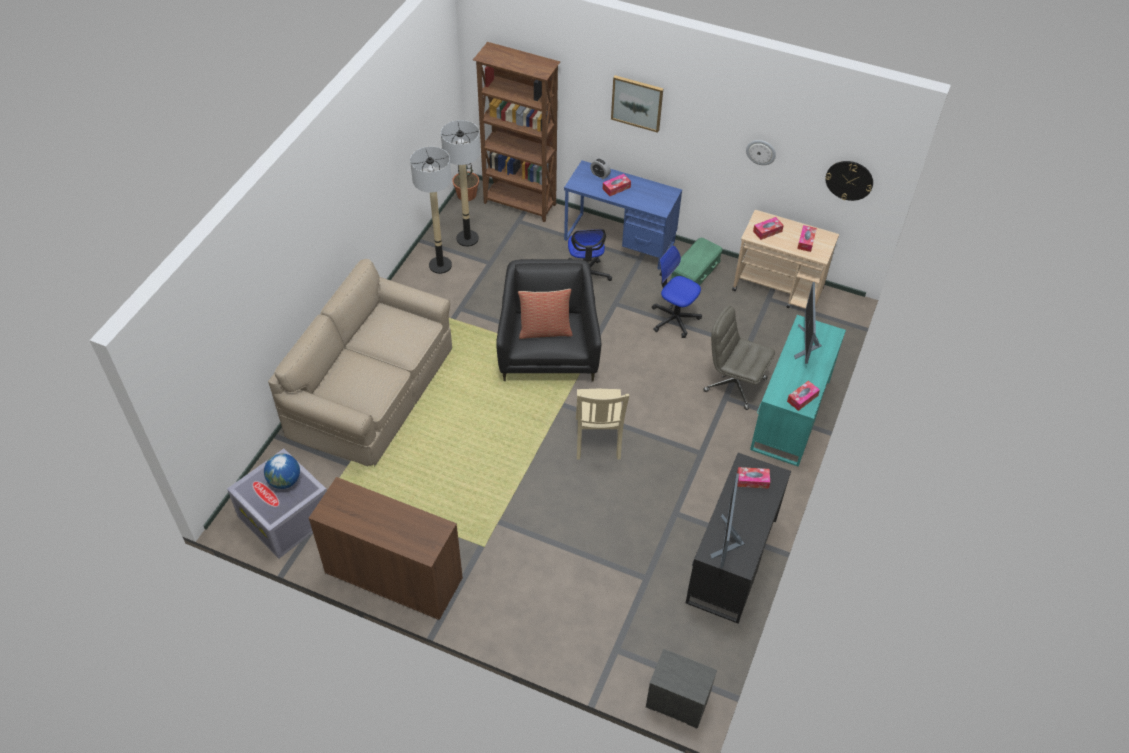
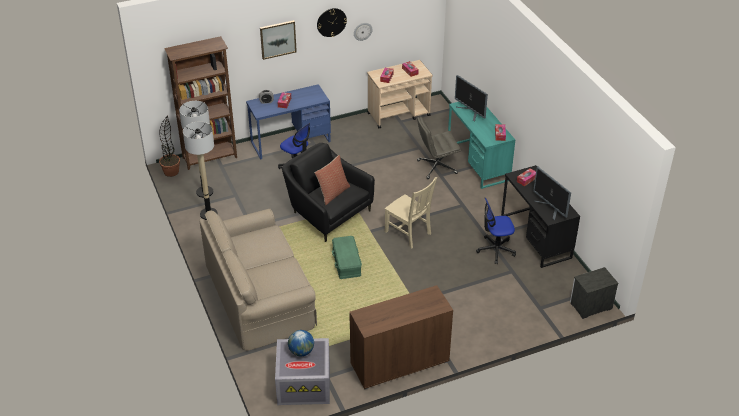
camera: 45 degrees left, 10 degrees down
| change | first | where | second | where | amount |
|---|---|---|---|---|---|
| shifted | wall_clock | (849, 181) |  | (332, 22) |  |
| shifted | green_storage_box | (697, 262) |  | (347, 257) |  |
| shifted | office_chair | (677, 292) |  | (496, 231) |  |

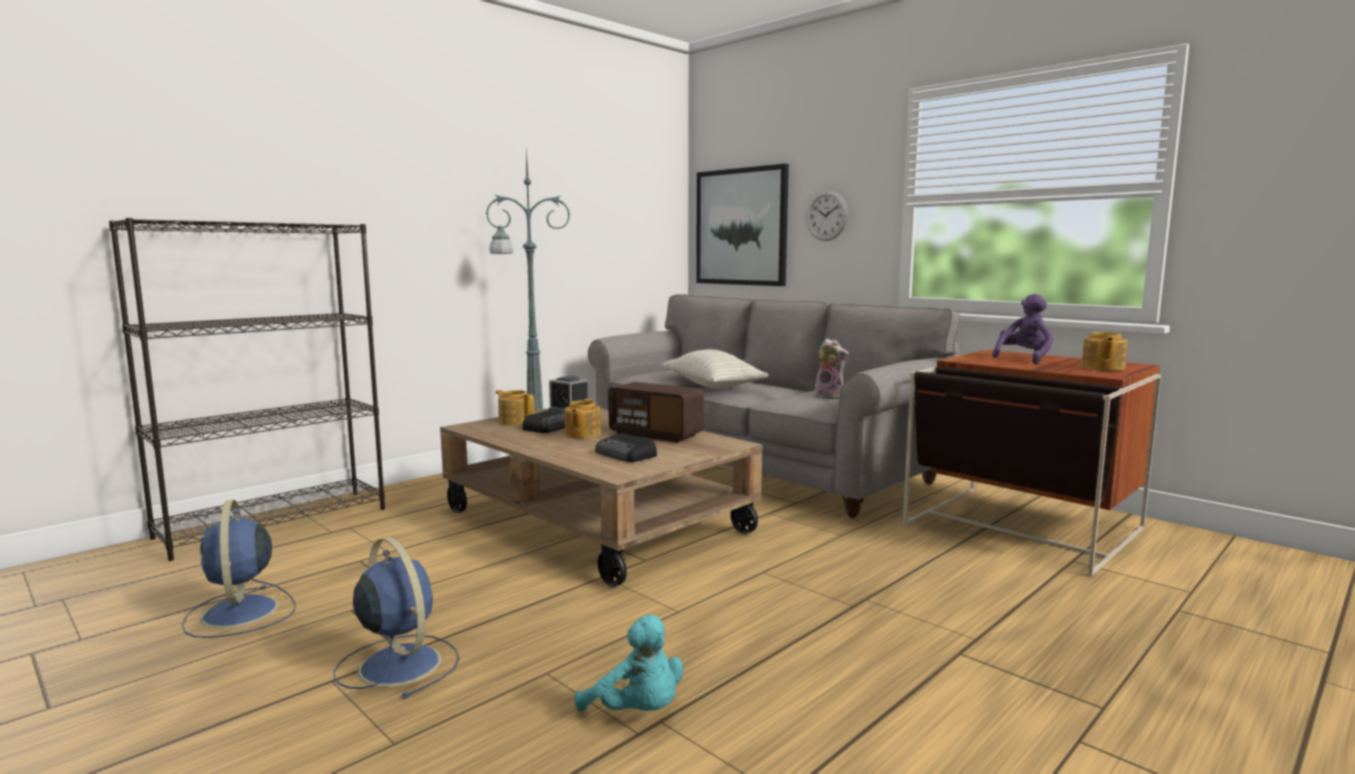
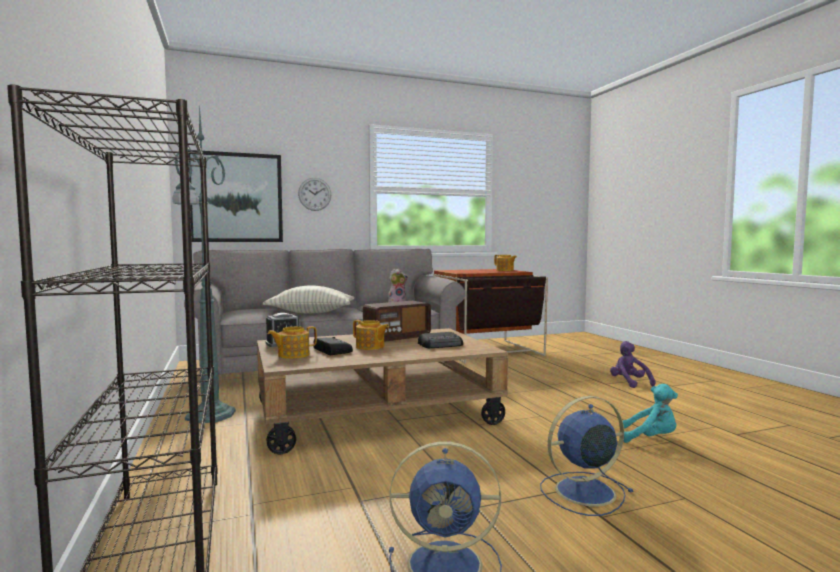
camera: 65 degrees left, 5 degrees down
| change | first | where | second | where | amount |
|---|---|---|---|---|---|
| shifted | purple_plush_toy | (1022, 329) |  | (632, 364) |  |
| rotated | turquoise_plush_toy | (628, 663) |  | (650, 413) | 45 degrees clockwise |

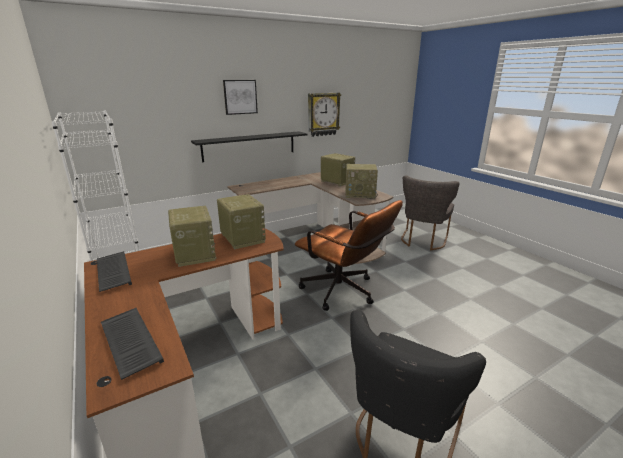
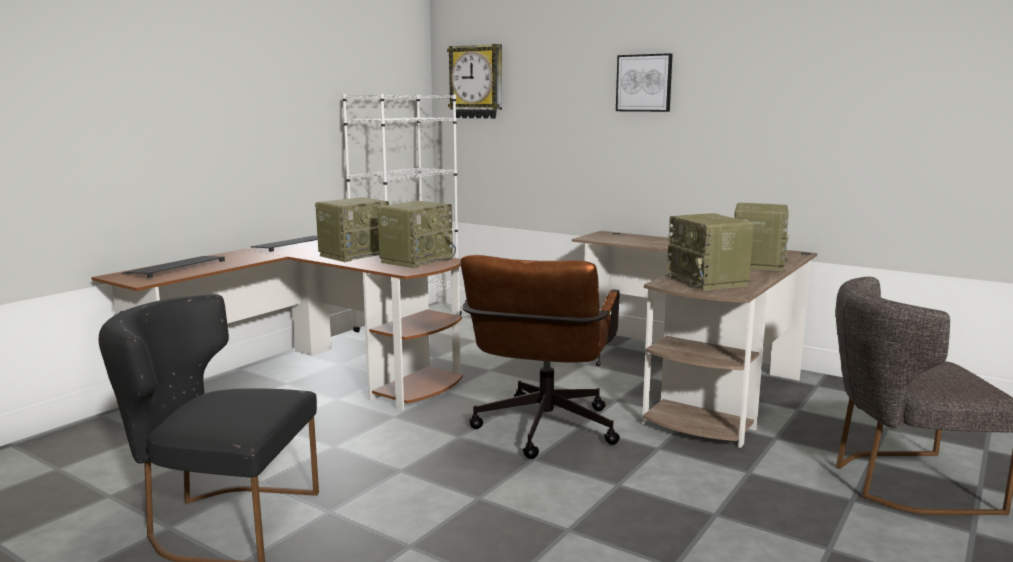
camera: 65 degrees right, 10 degrees down
| change | first | where | second | where | amount |
|---|---|---|---|---|---|
| shifted | wall_clock | (324, 115) |  | (474, 81) |  |
| gone | black_shelf | (249, 146) |  |  |  |

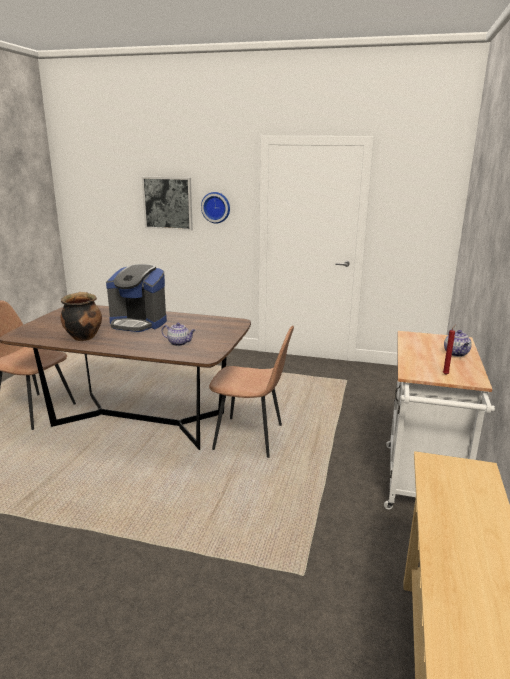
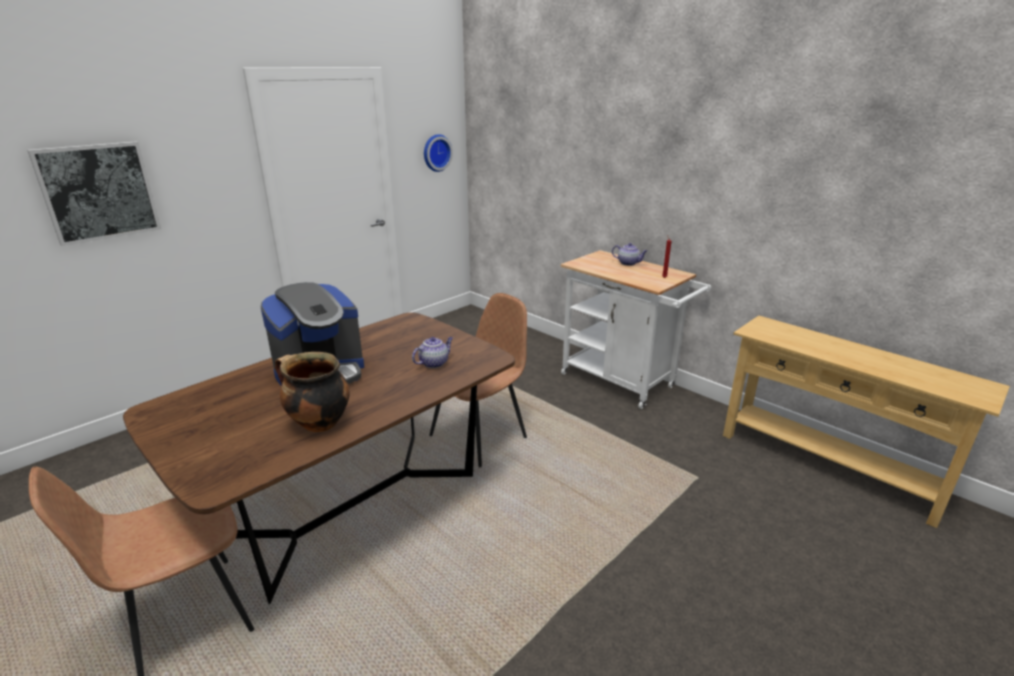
camera: 60 degrees left, 5 degrees up
| change | first | where | second | where | amount |
|---|---|---|---|---|---|
| shifted | wall_clock | (215, 207) |  | (438, 153) |  |

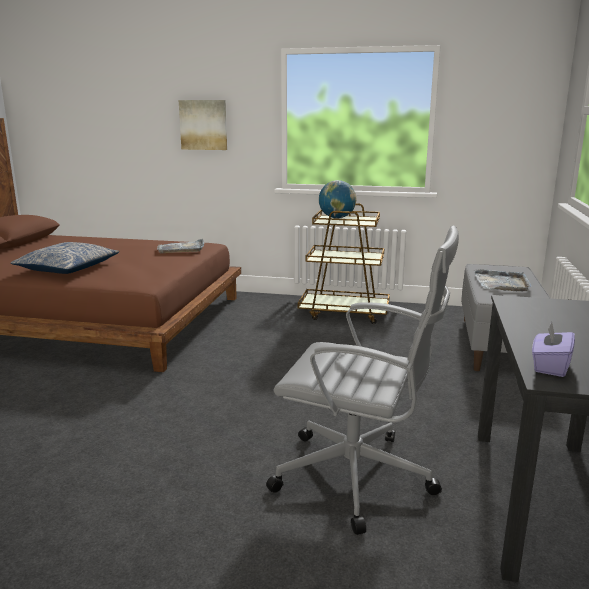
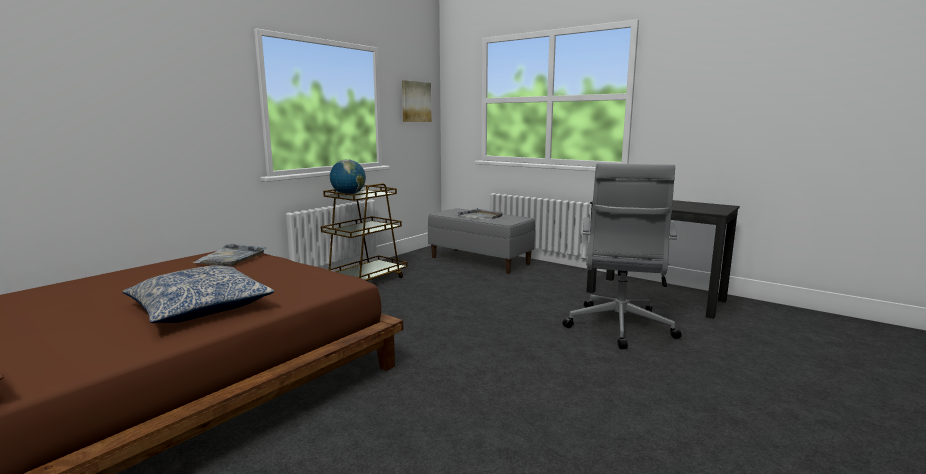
camera: 65 degrees left, 5 degrees down
| change | first | where | second | where | amount |
|---|---|---|---|---|---|
| shifted | picture | (203, 125) |  | (416, 101) |  |
| rotated | grey_office_chair | (362, 380) |  | (622, 256) | 150 degrees clockwise |
| gone | purple_tissue_box | (553, 349) |  |  |  |

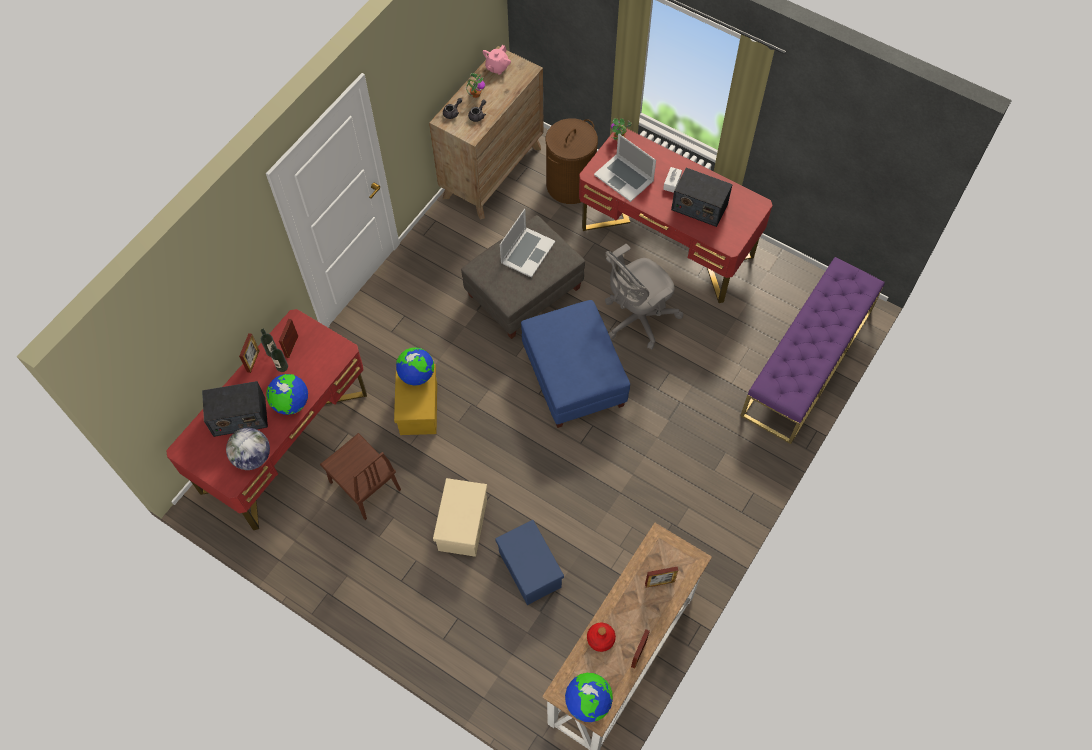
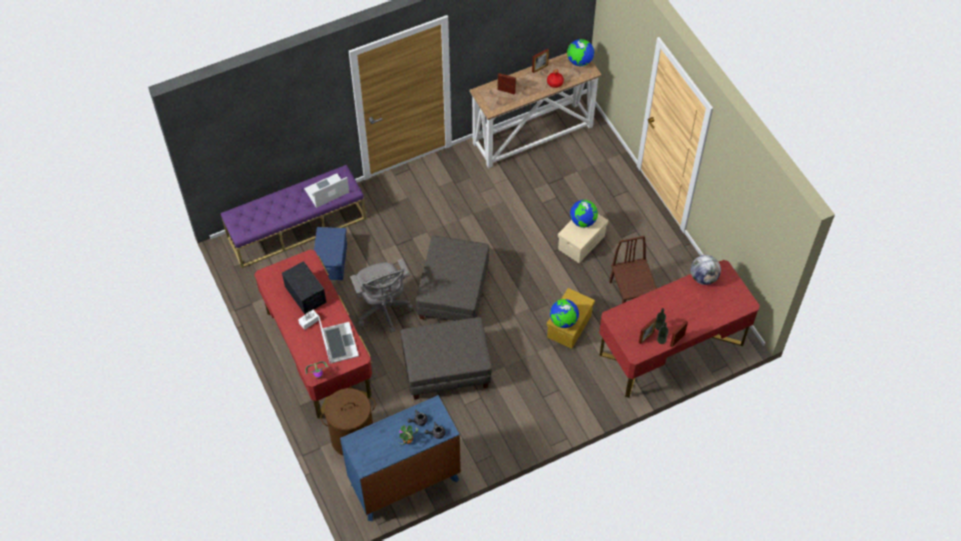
camera: 150 degrees left, 5 degrees down
| change | first | where | second | where | amount |
|---|---|---|---|---|---|
| gone | pink_teapot | (497, 59) |  |  |  |
| repainted | brown_dresser | (486, 133) | blue_dresser | (400, 458) |  |
| shifted | laptop | (527, 243) |  | (326, 191) |  |
| rotated | grey_office_chair | (644, 297) |  | (381, 296) | 75 degrees clockwise |
| repainted | blue_ottoman | (575, 364) | grey_ottoman | (452, 278) |  |
| shifted | globe | (287, 394) |  | (584, 213) |  |
| gone | radio | (235, 409) |  |  |  |
| shifted | blue_storage_box | (529, 562) |  | (330, 253) |  |

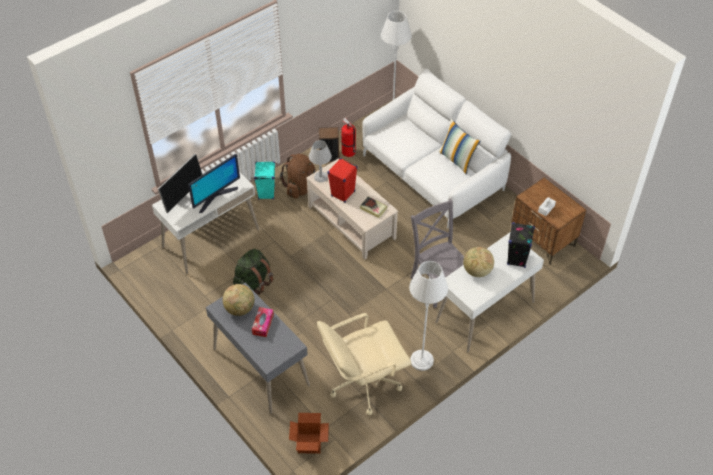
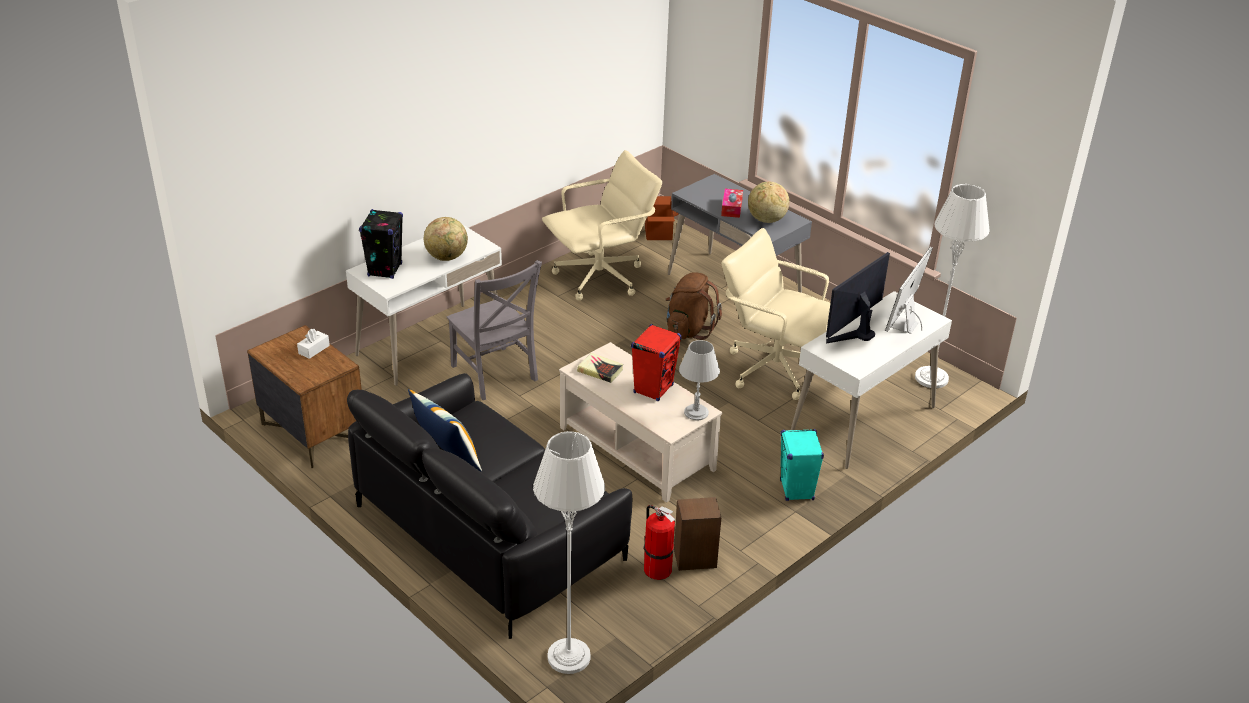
camera: 175 degrees right, 15 degrees down
| change | first | where | second | where | amount |
|---|---|---|---|---|---|
| repainted | white_sofa | (436, 148) | black_sofa | (489, 506) |  |
| shifted | brown_backpack | (297, 176) |  | (693, 306) |  |
| swapped | green_backpack | (253, 272) | beige_office_chair | (776, 314) |  |
| shifted | white_floor_lamp | (428, 316) |  | (952, 286) |  |

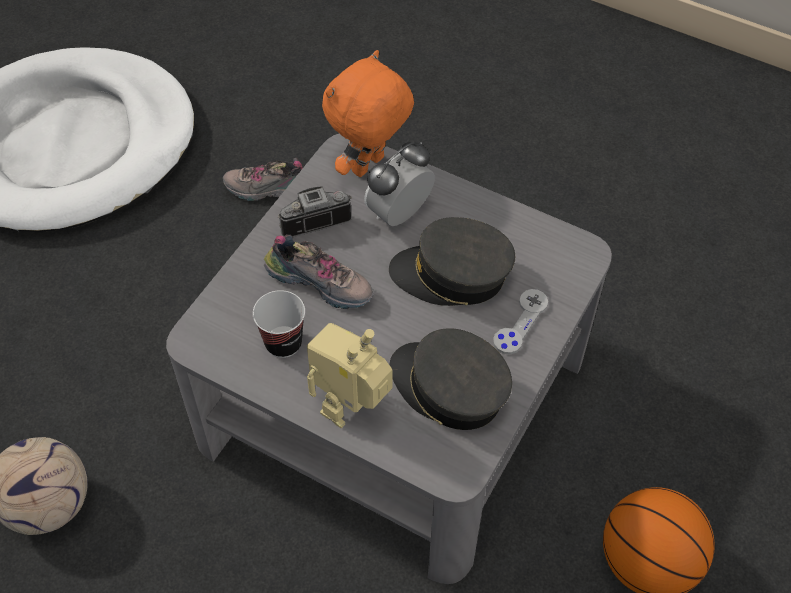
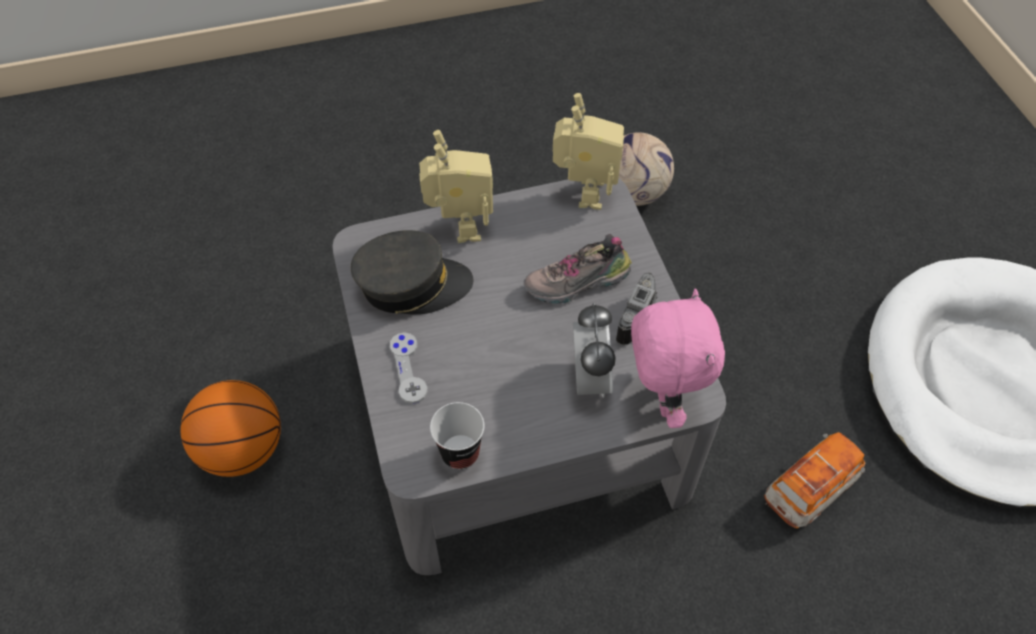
camera: 135 degrees right, 0 degrees up
| change | first | where | second | where | amount |
|---|---|---|---|---|---|
| repainted | orange_plush_toy | (368, 113) | pink_plush_toy | (678, 358) |  |
| swapped | shoe | (263, 179) | toy_car | (814, 480) |  |
| gone | grey_cap | (452, 261) |  |  |  |
| shifted | cup | (279, 324) |  | (457, 435) |  |
| new |  |  | toy_robot | (588, 151) |  |

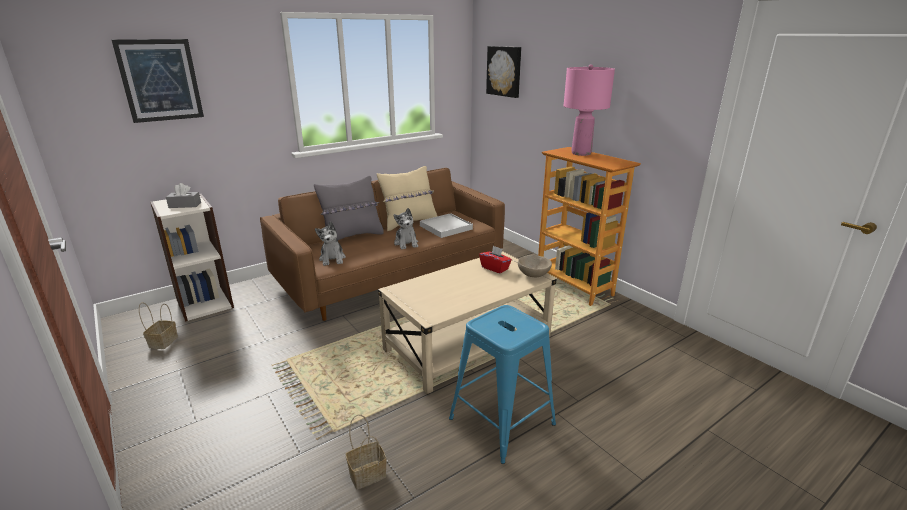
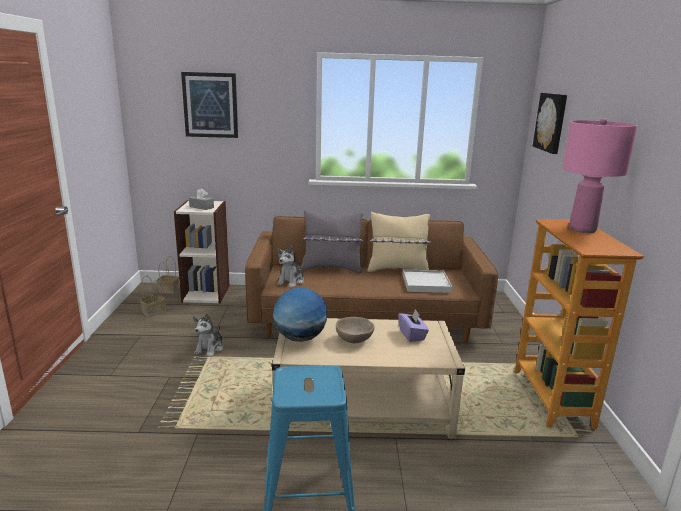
camera: 35 degrees right, 5 degrees down
| change | first | where | second | where | amount |
|---|---|---|---|---|---|
| shifted | plush_toy | (406, 228) |  | (208, 335) |  |
| repainted | red_tissue_box | (495, 260) | purple_tissue_box | (413, 325) |  |
| shifted | beige_bowl | (535, 266) |  | (355, 330) |  |
| shifted | basket | (366, 452) |  | (168, 275) |  |
| new |  |  | globe | (300, 314) |  |

